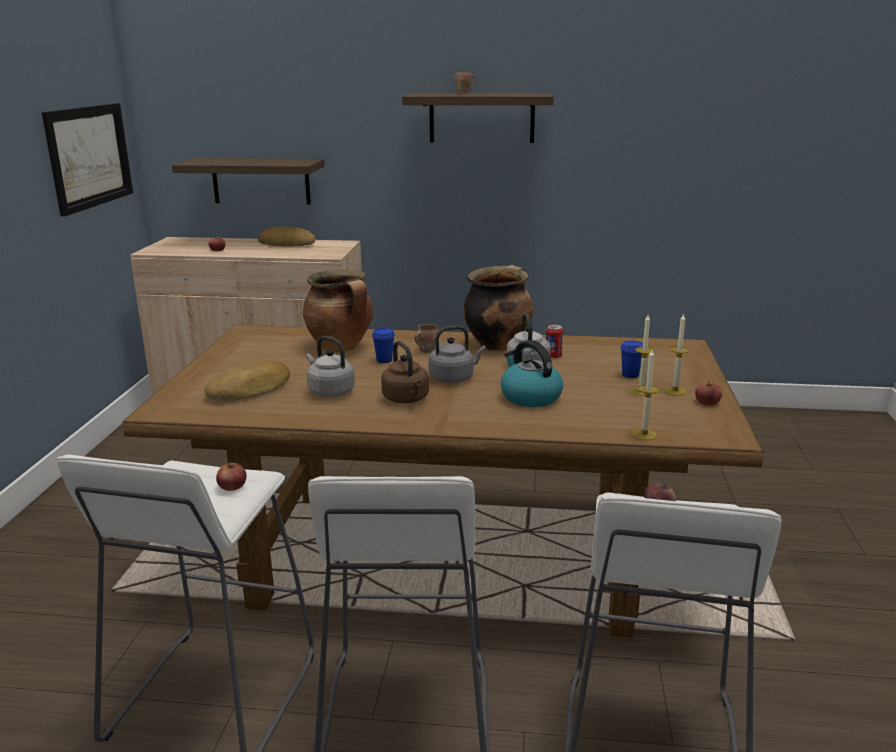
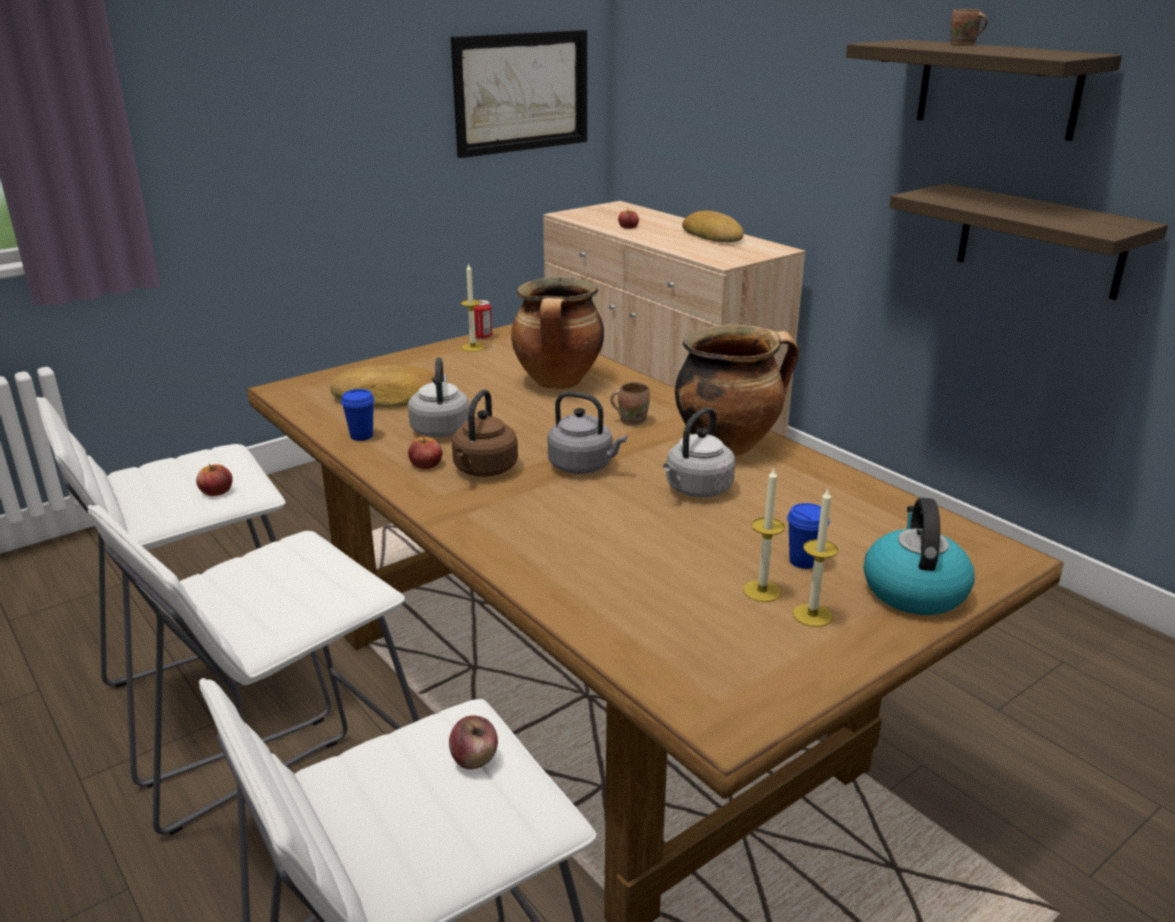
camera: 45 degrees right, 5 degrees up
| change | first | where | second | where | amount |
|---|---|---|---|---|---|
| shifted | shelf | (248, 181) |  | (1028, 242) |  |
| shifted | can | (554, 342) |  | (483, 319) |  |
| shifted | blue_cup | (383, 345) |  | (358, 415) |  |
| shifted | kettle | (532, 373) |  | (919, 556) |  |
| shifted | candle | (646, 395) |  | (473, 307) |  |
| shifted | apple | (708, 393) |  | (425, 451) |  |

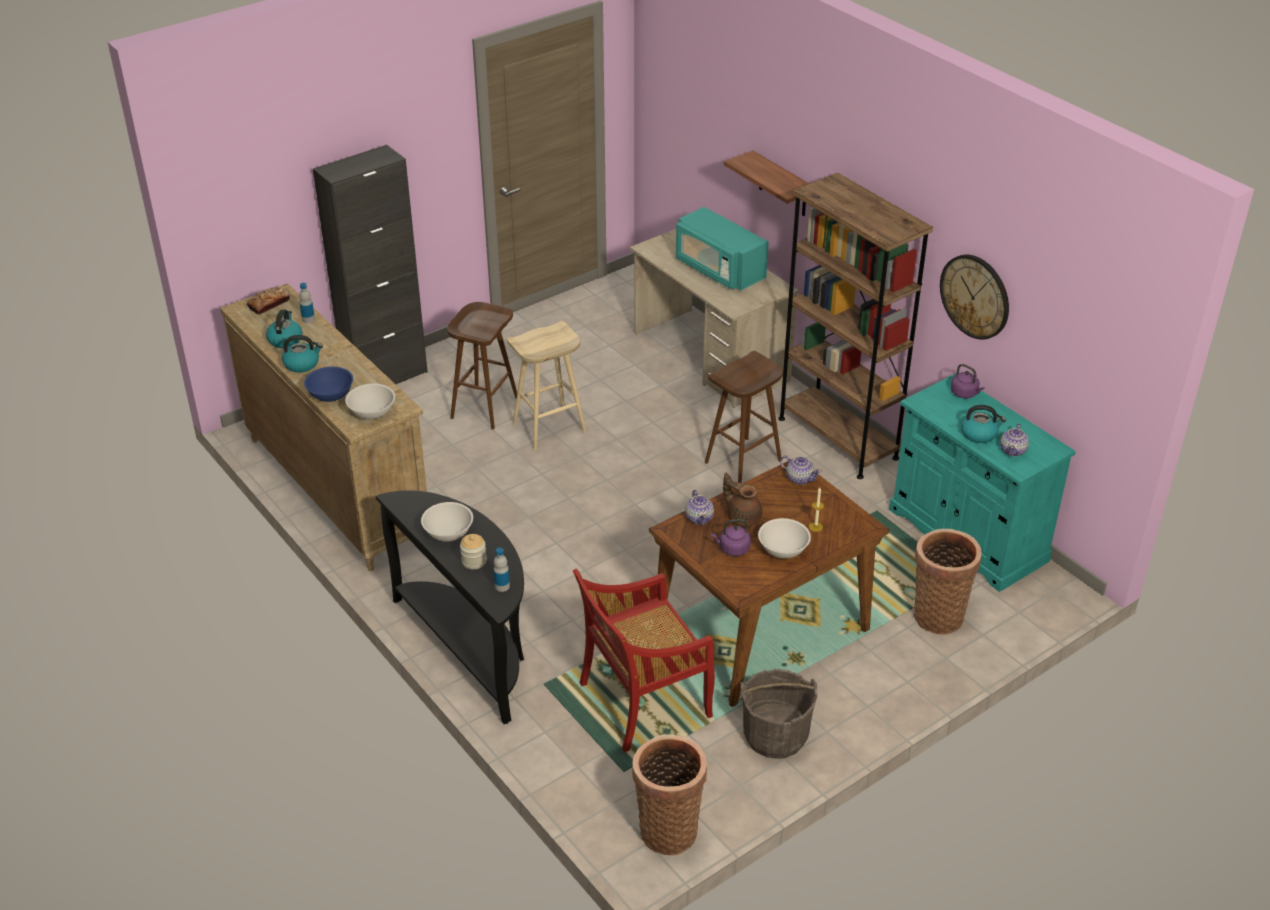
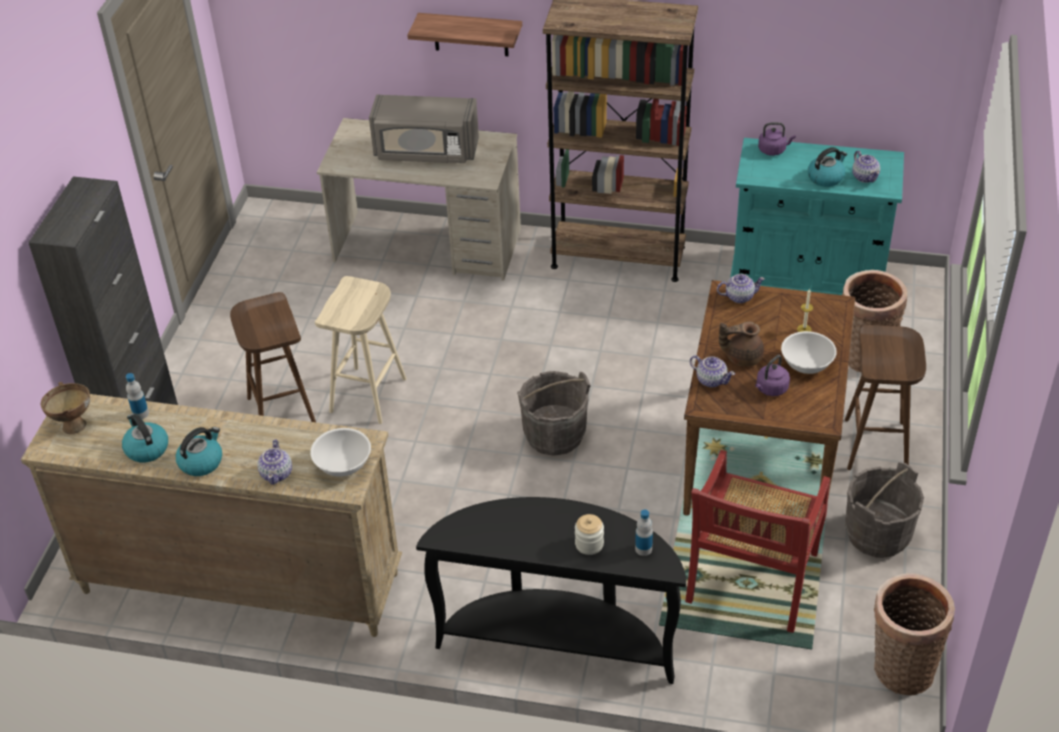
camera: 40 degrees left, 5 degrees up
| change | first | where | second | where | amount |
|---|---|---|---|---|---|
| repainted | turquoise_microwave | (722, 248) | grey_microwave | (424, 129) |  |
| gone | wall_clock | (974, 297) |  |  |  |
| swapped | bread | (268, 301) | brown_bowl | (65, 408) |  |
| shifted | brown_stool | (744, 417) |  | (885, 397) |  |
| swapped | blue_bowl | (328, 384) | teapot | (275, 462) |  |
| gone | white_bowl | (447, 522) |  |  |  |
| new |  |  | grey_bucket | (554, 413) |  |

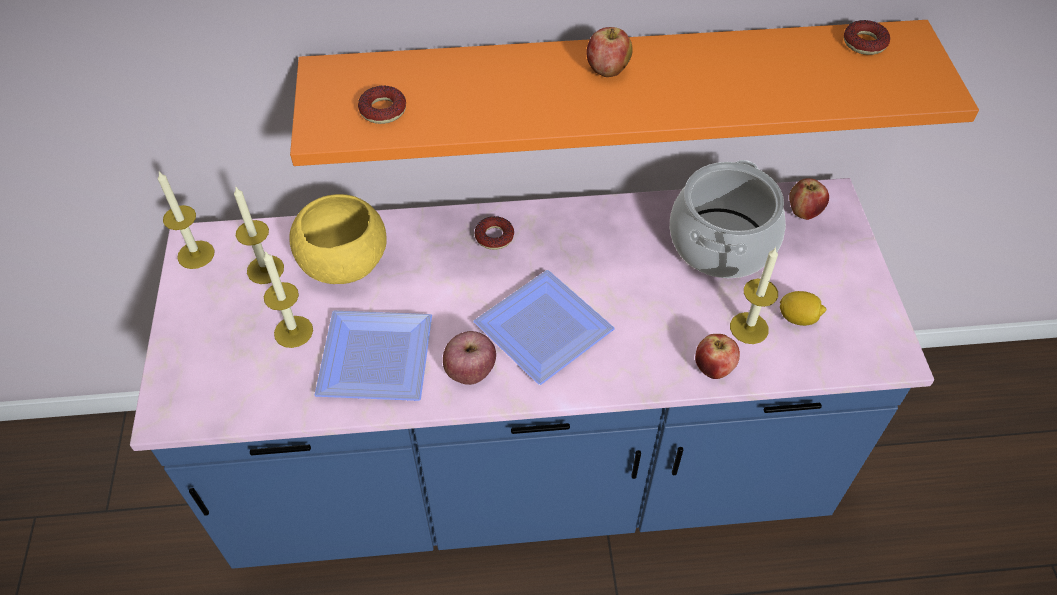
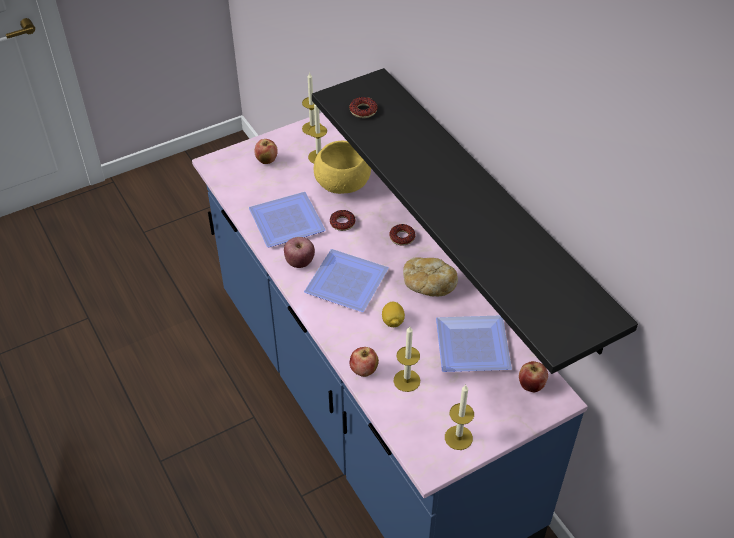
camera: 65 degrees right, 5 degrees down
| change | first | where | second | where | amount |
|---|---|---|---|---|---|
| repainted | orange_shelf | (634, 93) | black_shelf | (475, 221) |  |
| shifted | donut | (867, 37) |  | (342, 220) |  |
| shifted | apple | (609, 52) |  | (266, 151) |  |
| swapped | cooking_pot | (728, 219) | plate | (474, 343) |  |
| shifted | candle | (288, 299) |  | (459, 417) |  |
| shifted | lemon | (803, 308) |  | (393, 314) |  |
| new |  |  | bread | (430, 276) |  |

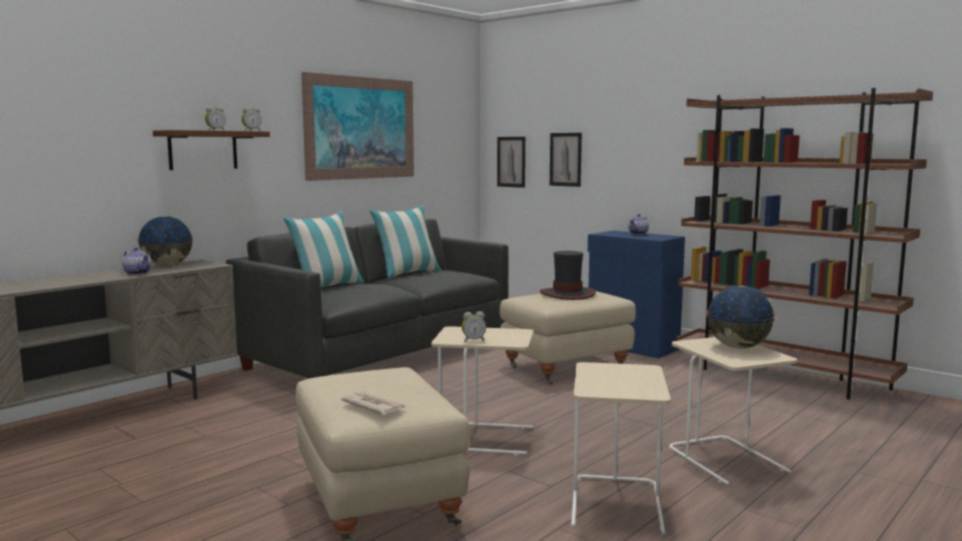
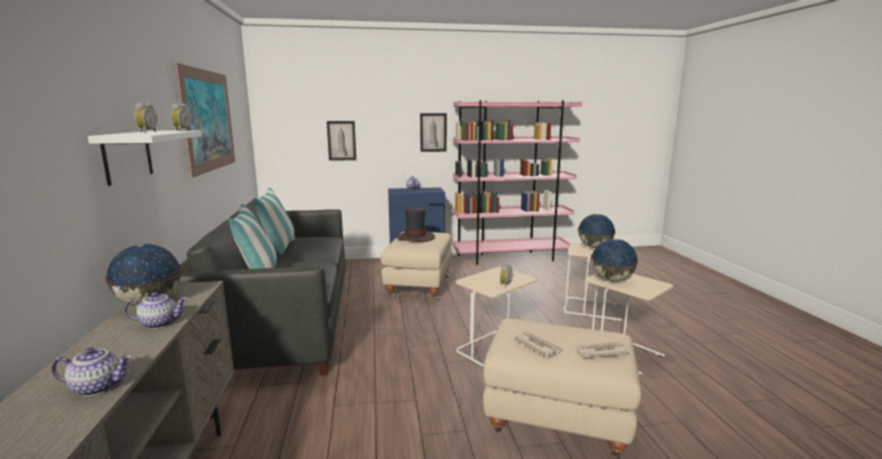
camera: 50 degrees left, 5 degrees up
| change | first | where | second | where | amount |
|---|---|---|---|---|---|
| repainted | brown_bookcase | (804, 243) | pink_bookcase | (517, 182) |  |
| repainted | brown_shelf | (211, 150) | white_shelf | (145, 158) |  |
| shifted | picture | (511, 162) |  | (433, 132) |  |
| new |  |  | globe | (614, 260) |  |
| new |  |  | newspaper | (538, 344) |  |
| new |  |  | teapot | (91, 371) |  |

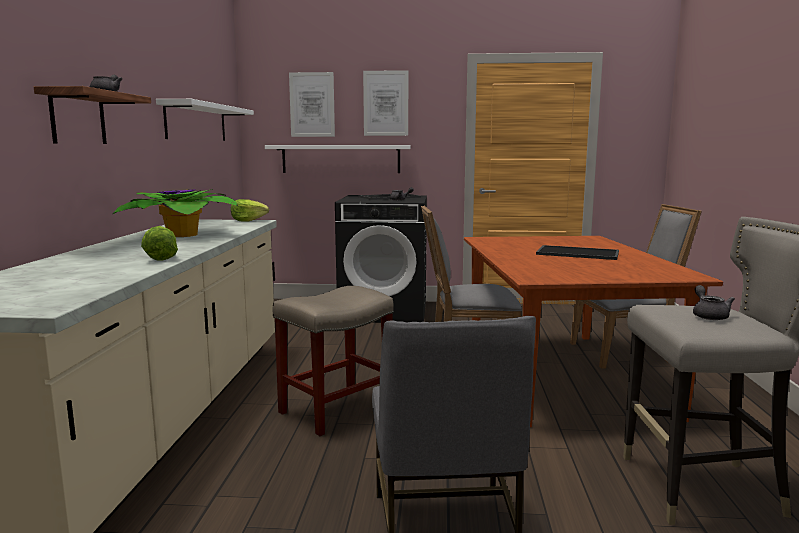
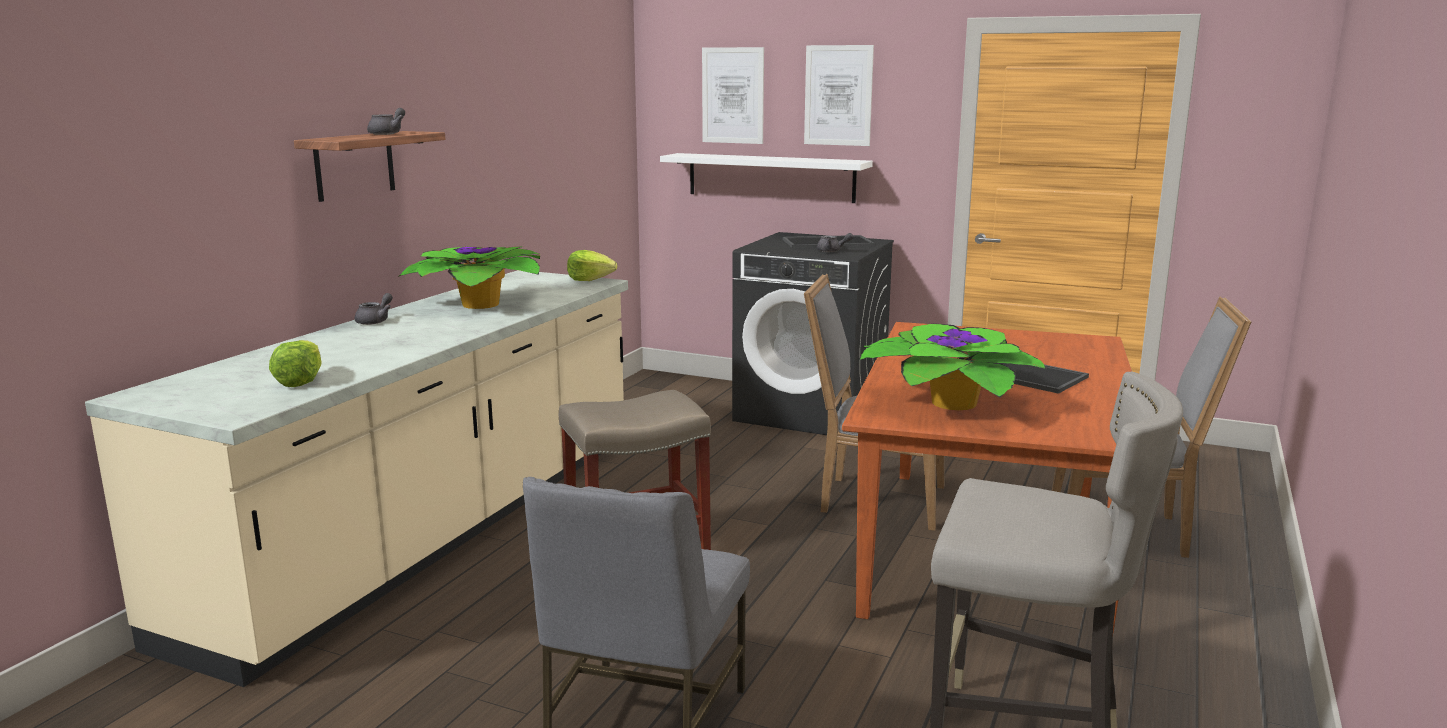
camera: 20 degrees right, 5 degrees up
| change | first | where | second | where | amount |
|---|---|---|---|---|---|
| gone | white_shelf | (205, 120) |  |  |  |
| shifted | lettuce | (159, 243) |  | (295, 363) |  |
| shifted | grey_teapot | (714, 302) |  | (374, 309) |  |
| new |  |  | potted_plant | (953, 367) |  |

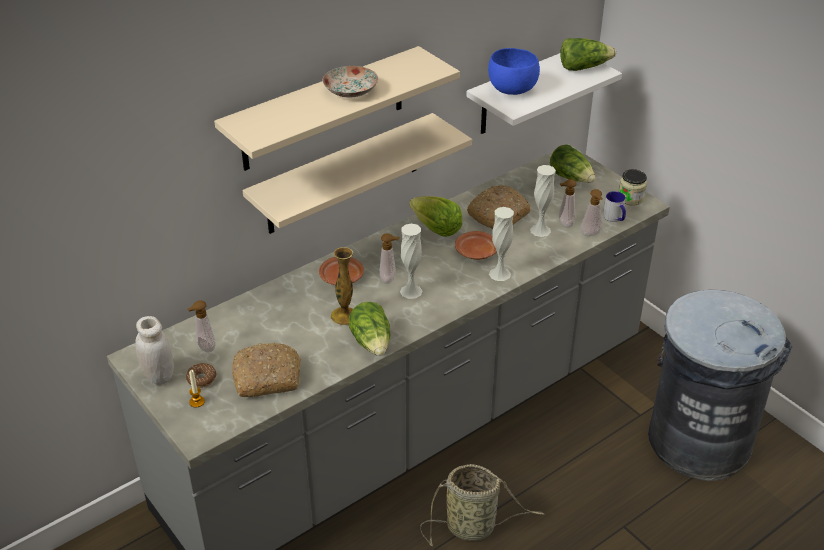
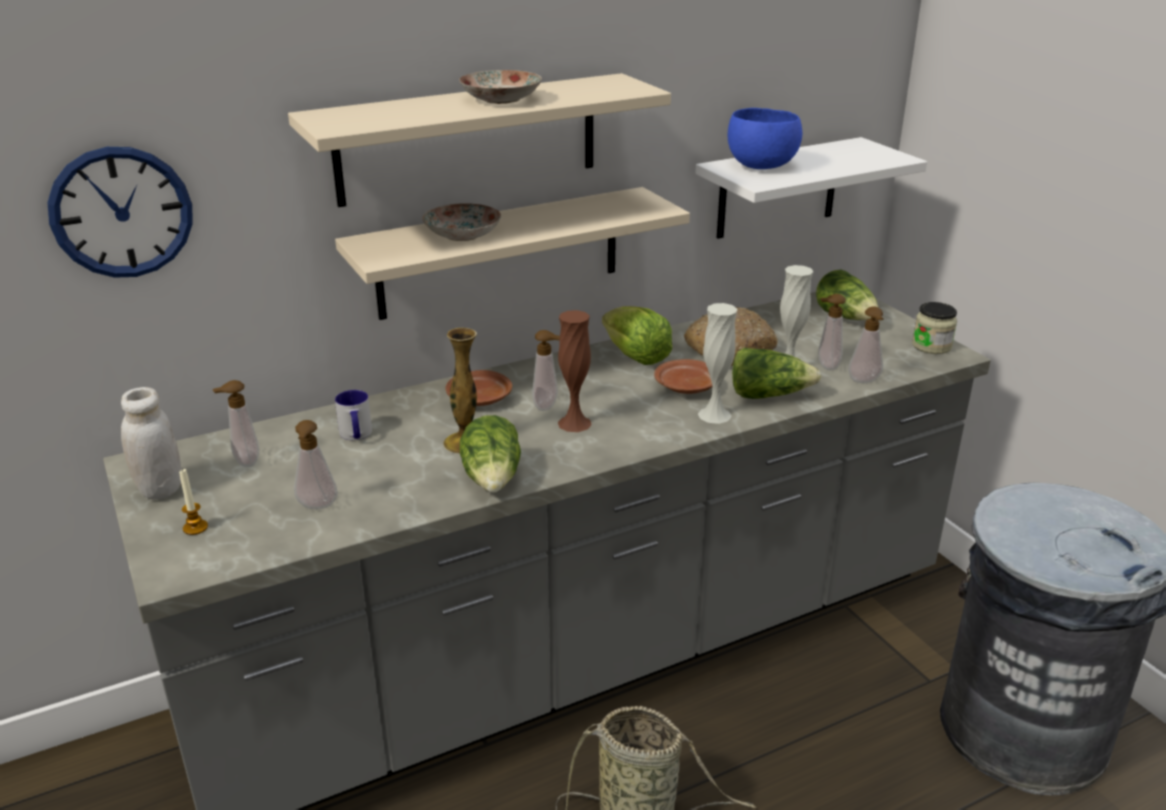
camera: 10 degrees right, 10 degrees down
| change | first | where | second | where | amount |
|---|---|---|---|---|---|
| shifted | lettuce | (588, 54) |  | (776, 373) |  |
| shifted | mug | (614, 206) |  | (353, 415) |  |
| repainted | white_vase | (411, 261) | brown_vase | (575, 371) |  |
| swapped | bread | (266, 369) | soap_dispenser | (316, 464) |  |
| gone | donut | (201, 375) |  |  |  |
| new |  |  | wall_clock | (120, 212) |  |
| new |  |  | plate | (461, 222) |  |

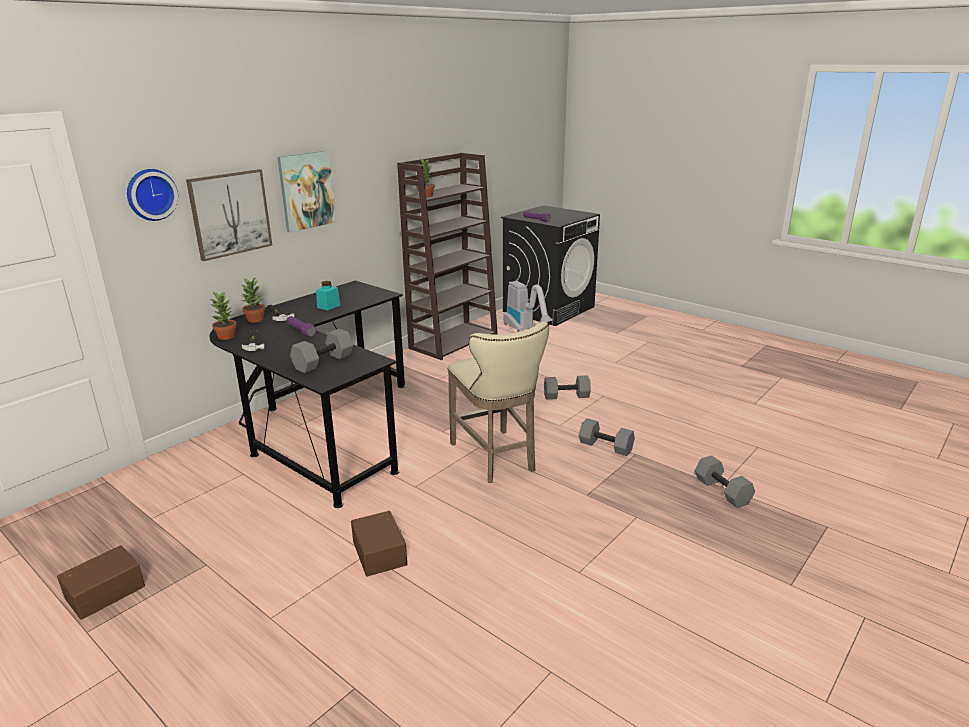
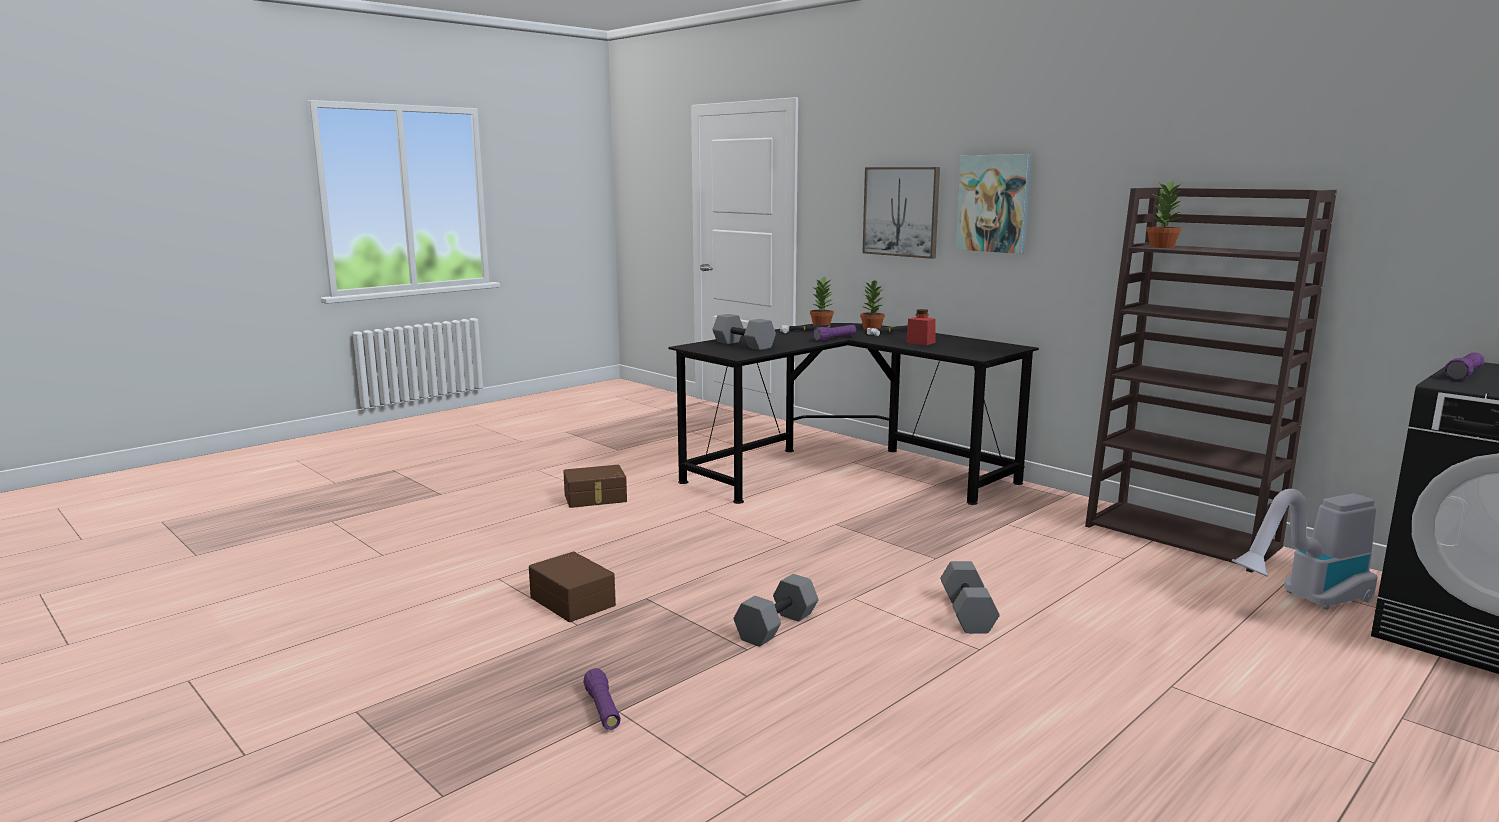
camera: 95 degrees right, 10 degrees down
| change | first | where | second | where | amount |
|---|---|---|---|---|---|
| gone | wall_clock | (152, 195) |  |  |  |
| repainted | turquoise_jar | (328, 295) | red_jar | (921, 327) |  |
| gone | beige_stool | (498, 402) |  |  |  |
| swapped | grey_dumbbell | (725, 481) | purple_flashlight | (602, 699) |  |
| shifted | brown_storage_box | (101, 582) |  | (572, 586) |  |

